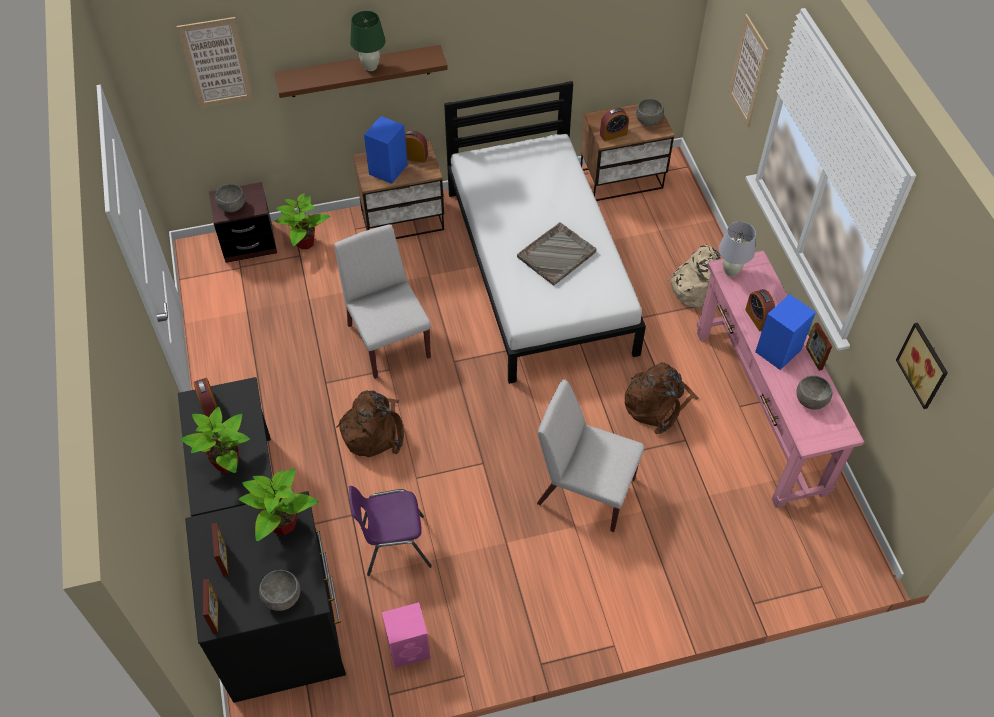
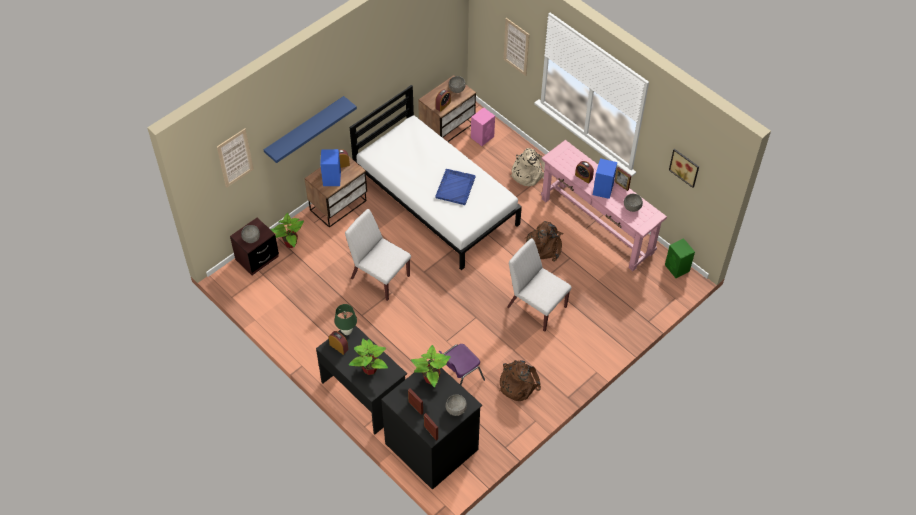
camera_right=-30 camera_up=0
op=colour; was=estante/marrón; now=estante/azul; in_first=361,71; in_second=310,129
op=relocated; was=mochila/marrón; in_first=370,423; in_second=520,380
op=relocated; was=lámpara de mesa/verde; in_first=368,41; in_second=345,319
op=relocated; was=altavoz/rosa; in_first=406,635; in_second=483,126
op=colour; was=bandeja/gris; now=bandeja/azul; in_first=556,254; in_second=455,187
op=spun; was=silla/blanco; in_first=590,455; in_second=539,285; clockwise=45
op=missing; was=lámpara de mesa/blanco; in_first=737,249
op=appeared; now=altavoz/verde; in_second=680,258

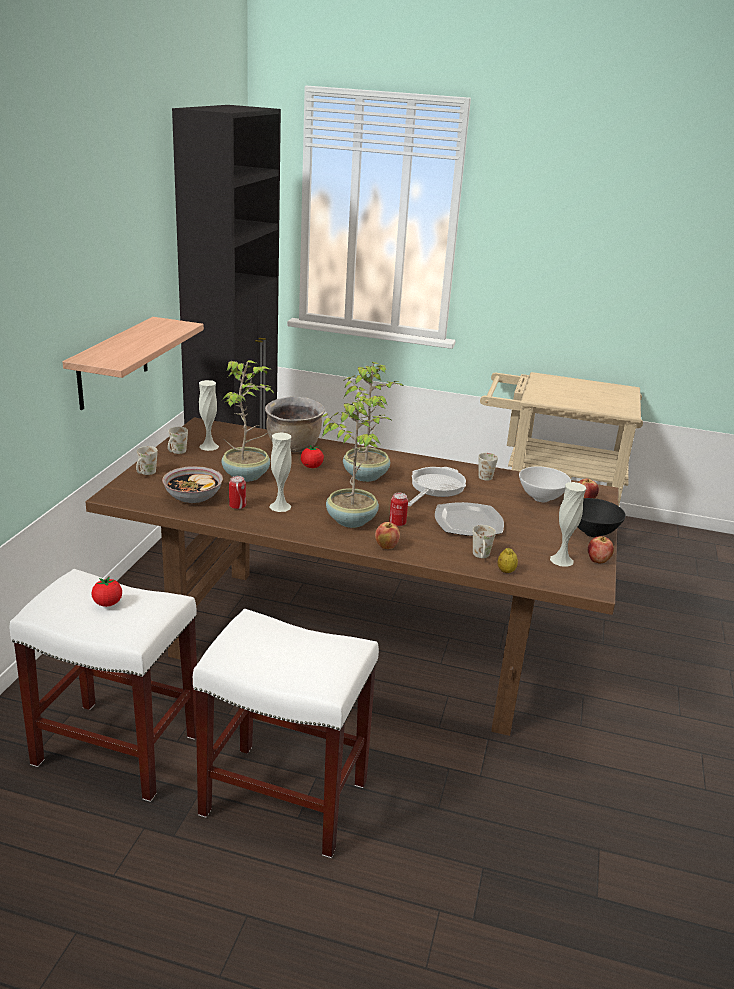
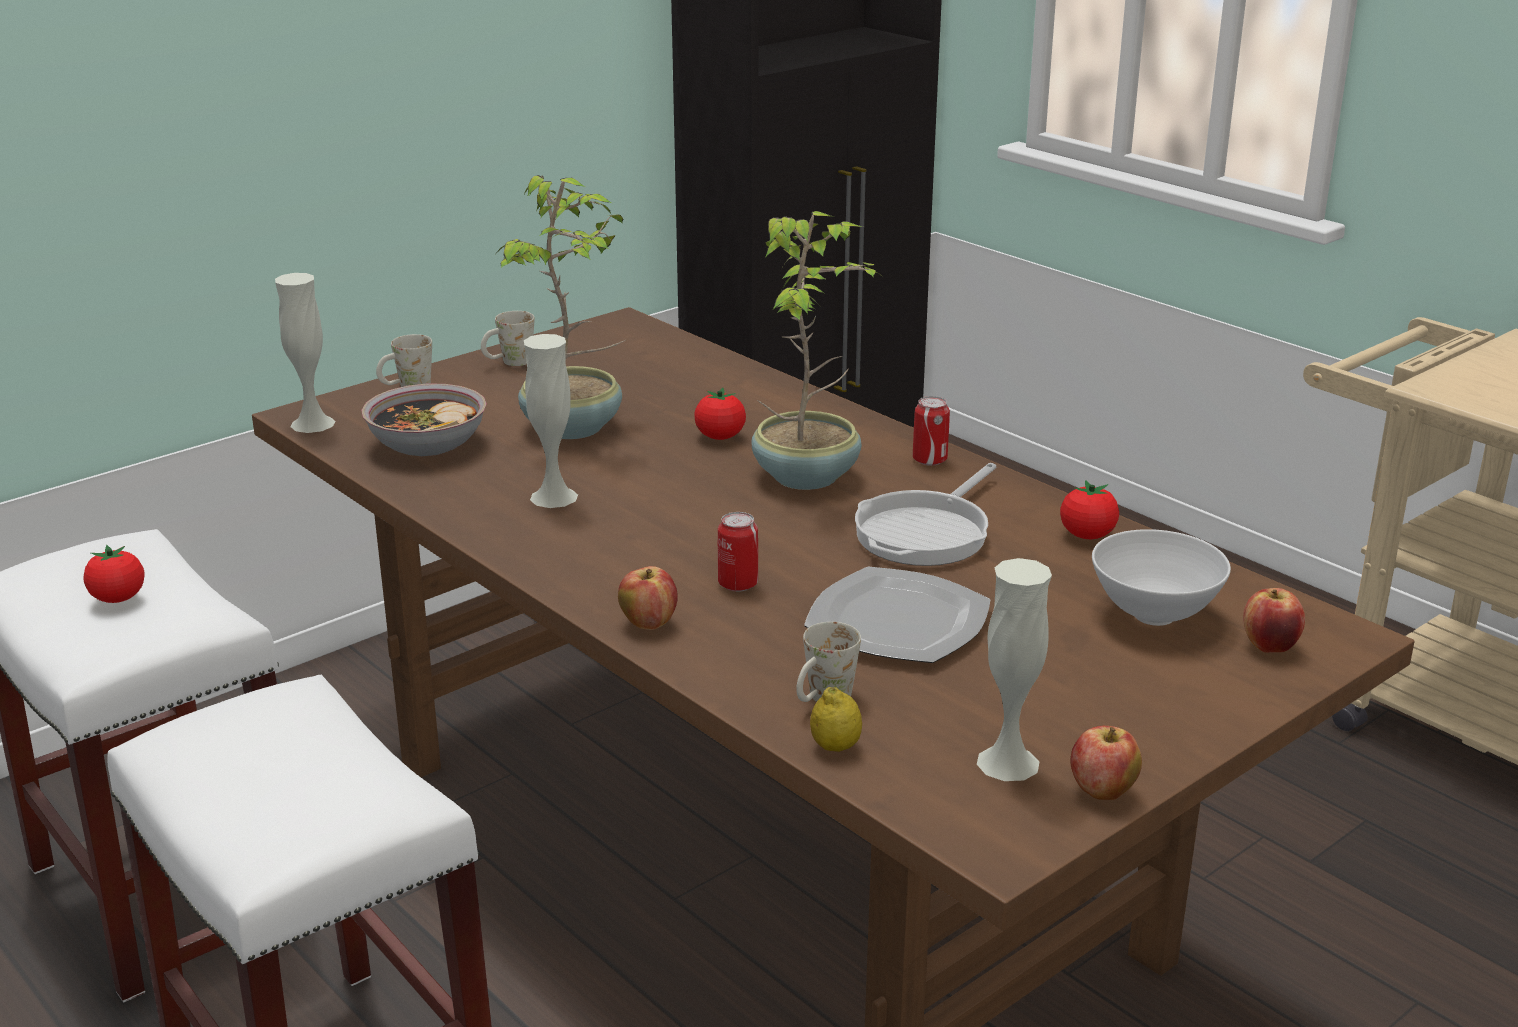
camera_right=35 camera_up=0
op=missing; was=estante; in_first=133,363
op=relocated; was=florero/blanco; in_first=209,415; in_second=305,353
op=relocated; was=lata; in_first=237,492; in_second=931,431
op=missing; was=olla/marrón; in_first=295,424
op=missing; was=planta en maceta; in_first=356,462
op=spun; was=sartén; in_first=437,486; in_second=925,514; clockwise=150
op=exchanged; was=taza grande/blanco; now=tomate; in_first=488,466; in_second=1089,509
op=missing; was=cuenco/negro; in_first=602,517

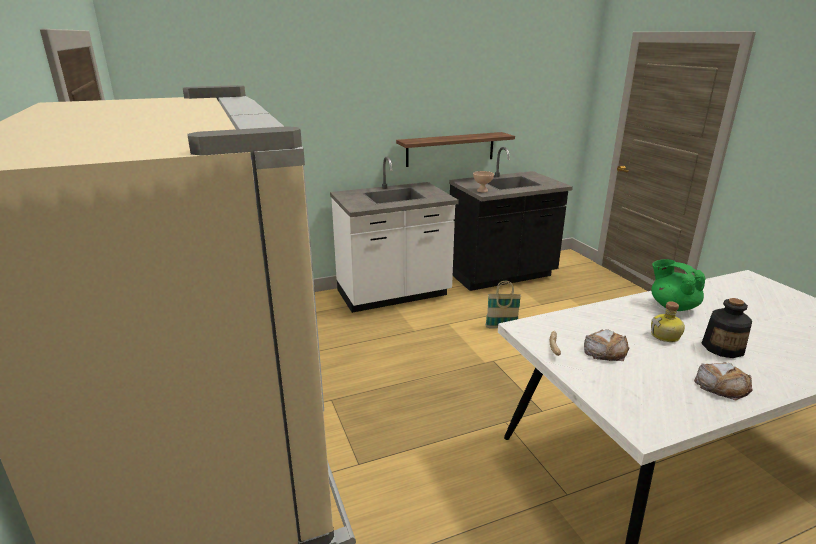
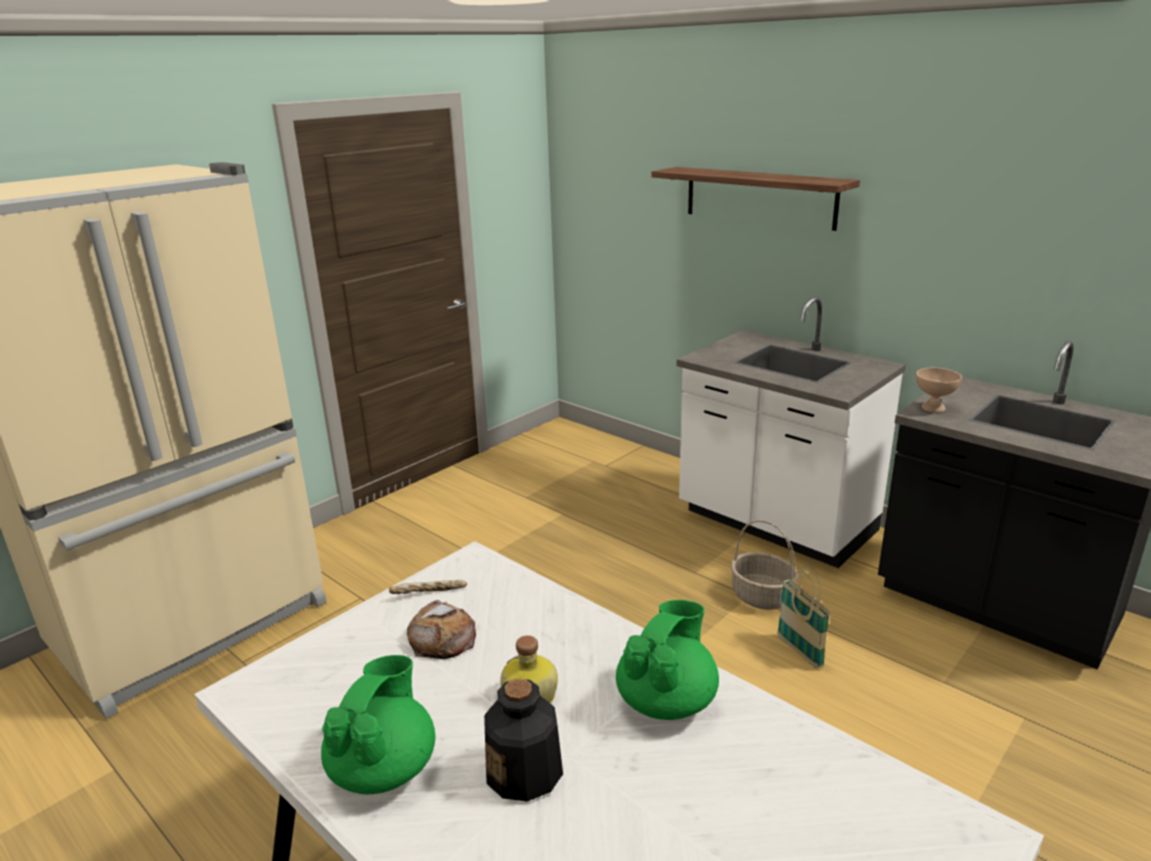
camera_right=65 camera_up=0
op=relocated; was=estante; in_first=455,149; in_second=755,199
op=exchanged; was=pan; now=tetera/verde; in_first=723,381; in_second=378,724
op=appeared; now=cesta; in_second=764,565

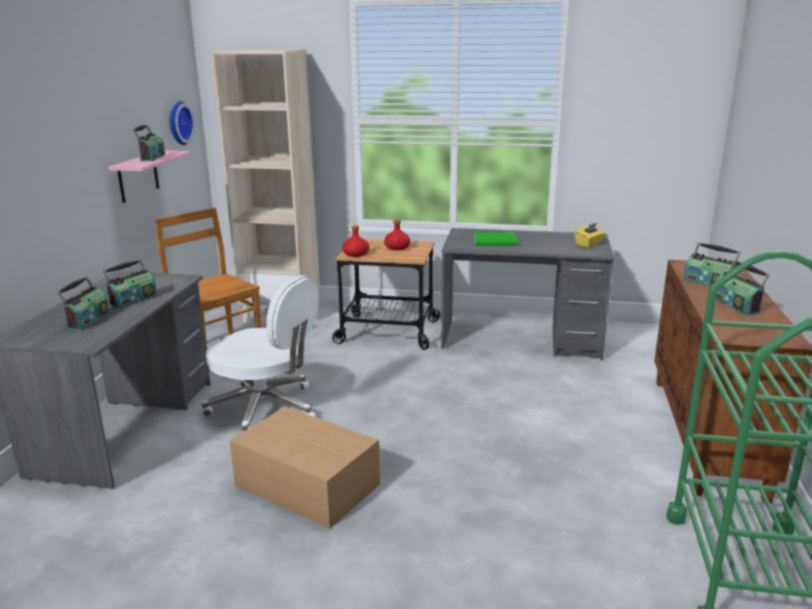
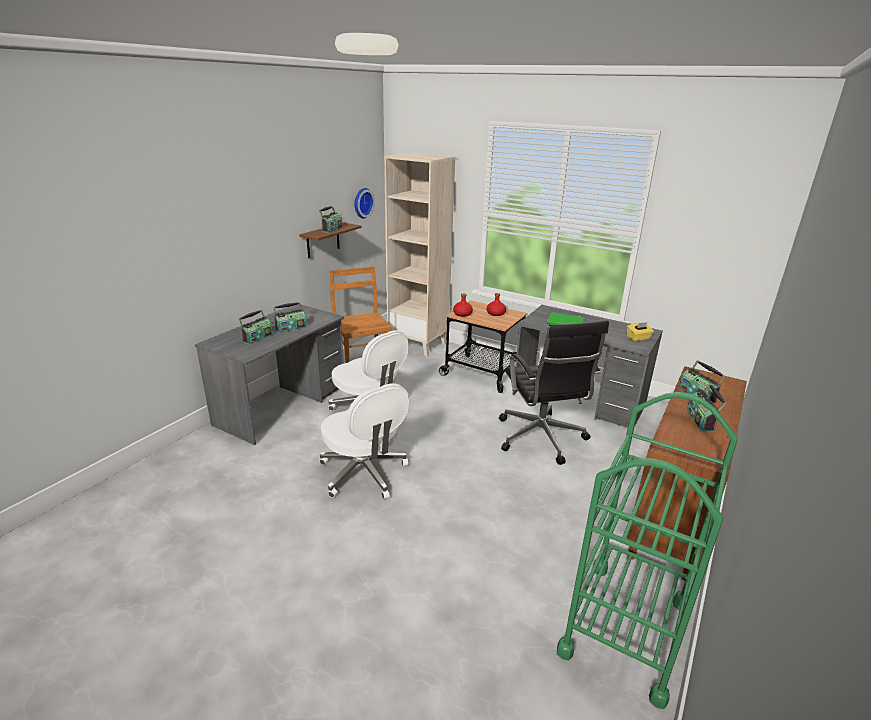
camera_right=20 camera_up=5
op=colour; was=estante/rosa; now=estante/marrón; in_first=149,177; in_second=330,240
op=exchanged; was=caja de cartón; now=silla de oficina/blanco; in_first=305,467; in_second=364,441
op=appeared; now=silla de oficina/negro; in_second=554,392

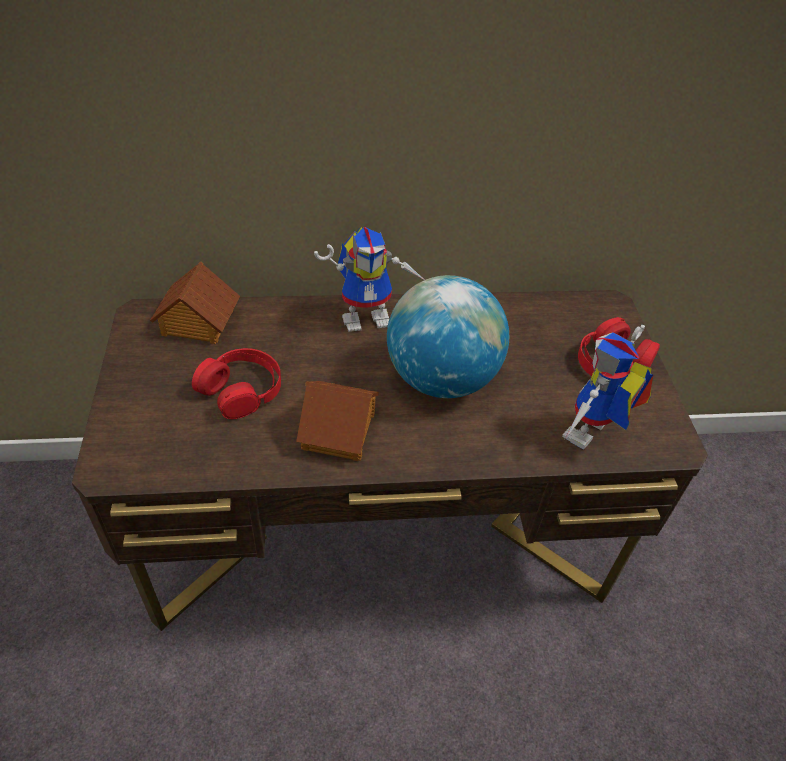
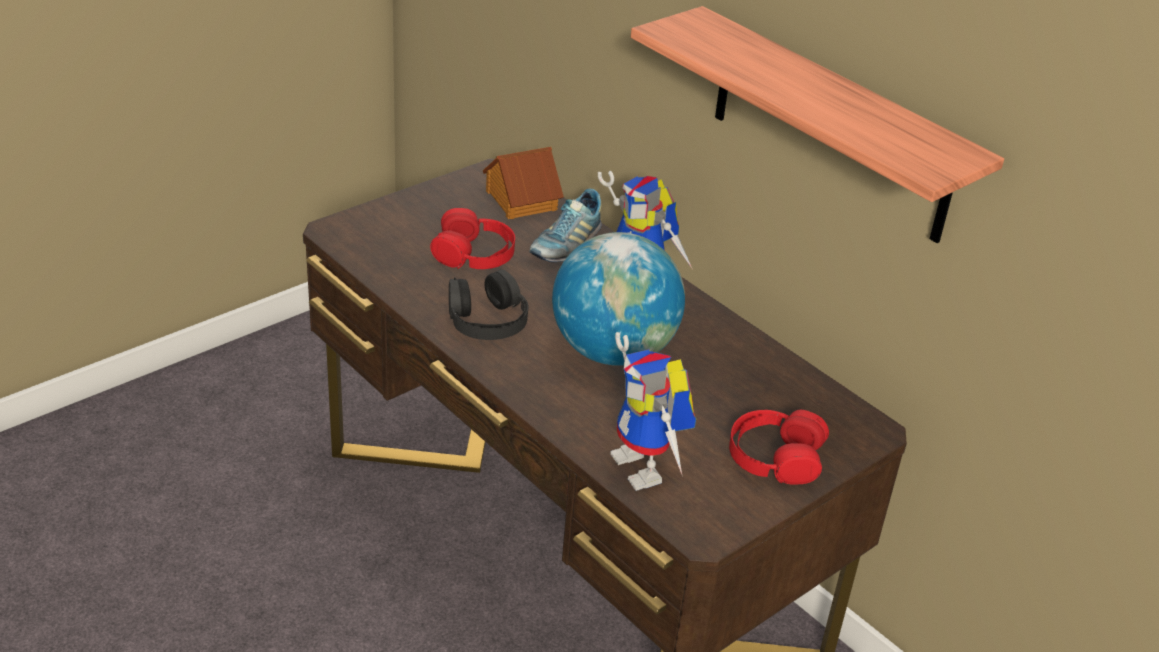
camera_right=55 camera_up=-10
op=exchanged; was=casita; now=auriculares/negro; in_first=337,421; in_second=488,304
op=spun; was=robot de juguete; in_first=608,387; in_second=653,411; clockwise=-120
op=appeared; now=zapato; in_second=565,225
op=appeared; now=estante; in_second=817,124

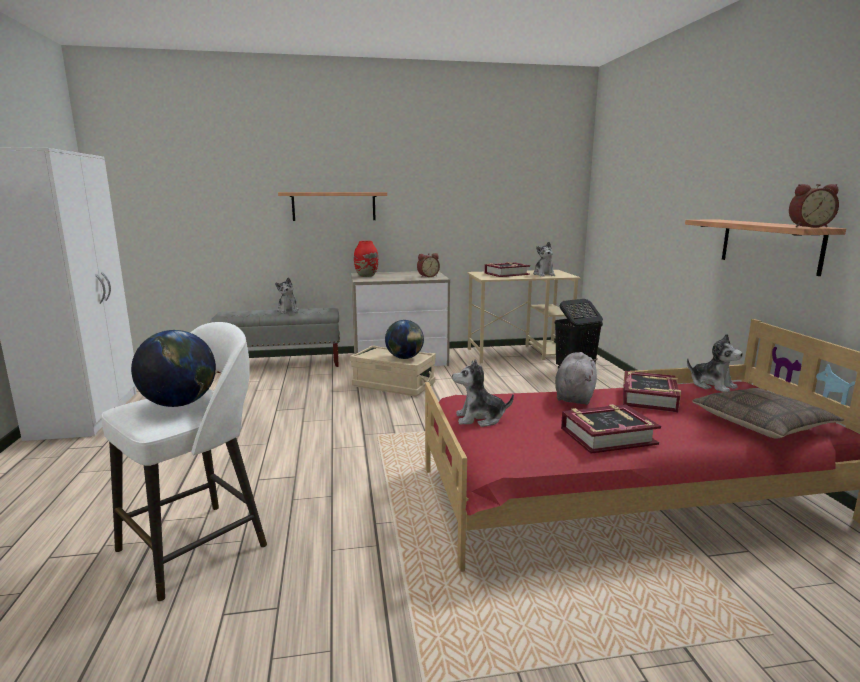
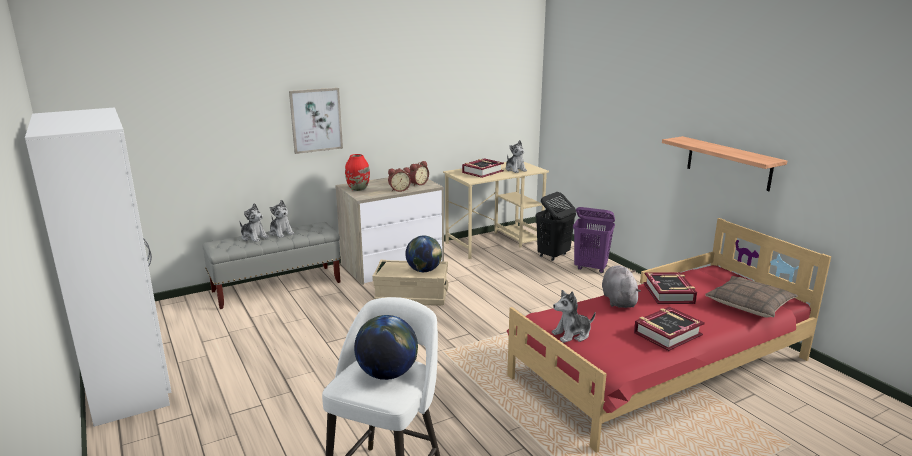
camera_right=-20 camera_up=5
op=exchanged; was=estante; now=cuadro; in_first=332,206; in_second=316,121
op=relocated; was=peluche; in_first=715,363; in_second=254,222
op=relocated; was=despertador; in_first=814,205; in_second=399,179
op=appeared; now=cesto de la ropa/morado; in_second=594,240

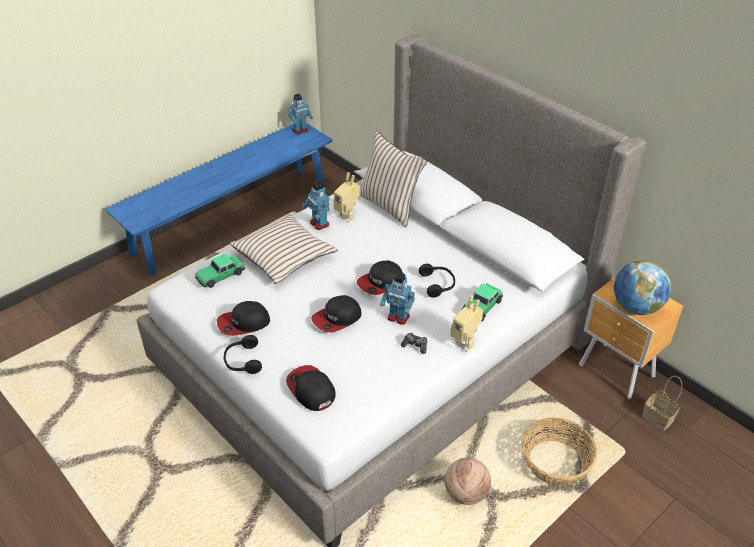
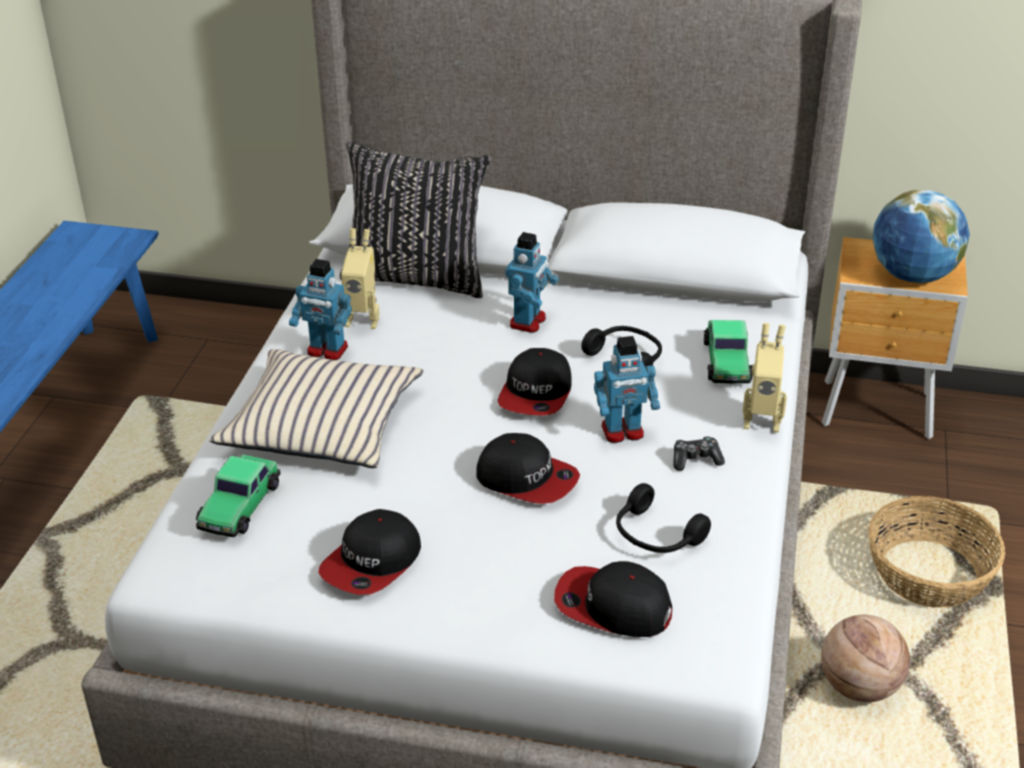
camera_right=-35 camera_up=-5
op=relocated; was=auriculares/negro; in_first=242,354; in_second=663,518
op=relocated; was=robot de juguete; in_first=300,114; in_second=532,282
op=spun; was=gorra; in_first=336,314; in_second=528,468; clockwise=-75
op=colour; was=cojín/beis; now=cojín/negro; in_first=393,179; in_second=416,220
op=missing; was=cesta; in_first=662,403

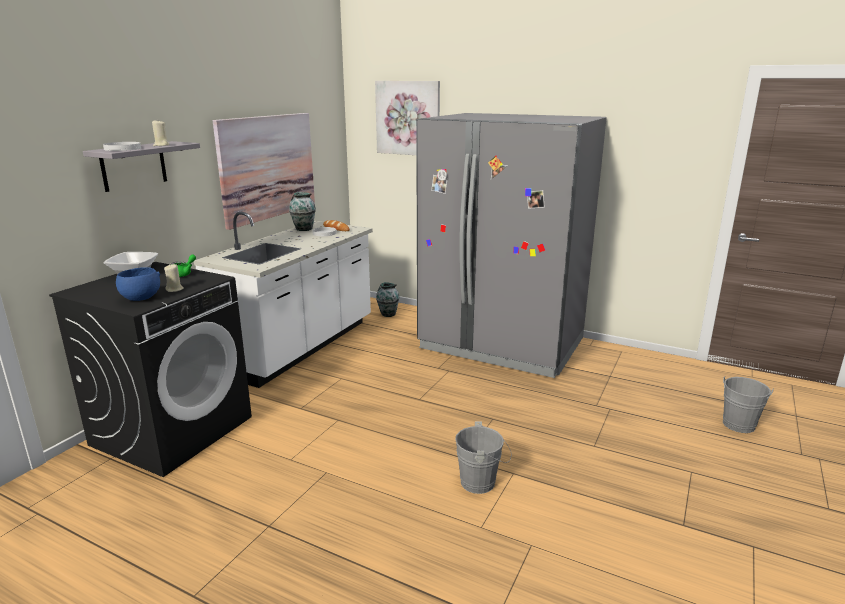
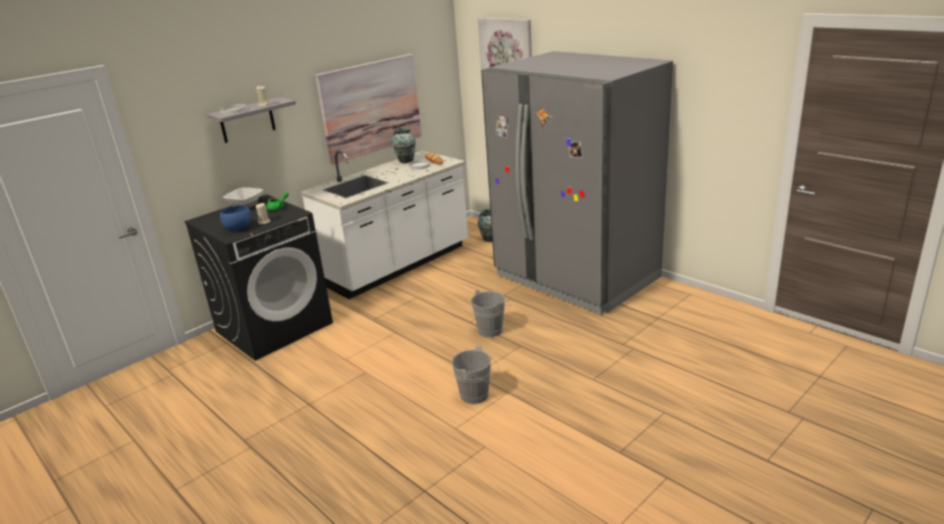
camera_right=20 camera_up=5
op=relocated; was=cubo/gris; in_first=748,404; in_second=491,313

